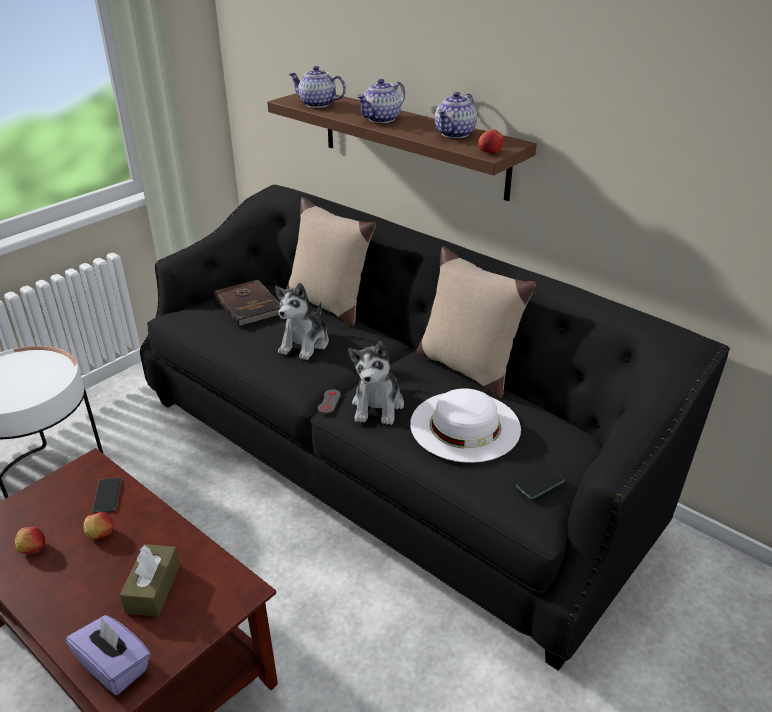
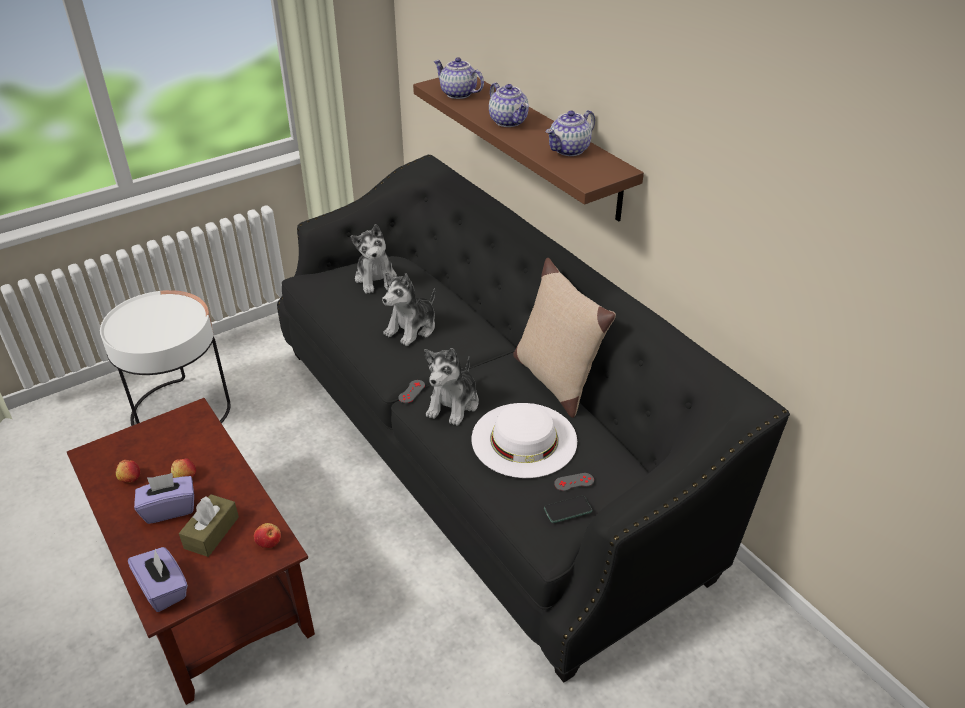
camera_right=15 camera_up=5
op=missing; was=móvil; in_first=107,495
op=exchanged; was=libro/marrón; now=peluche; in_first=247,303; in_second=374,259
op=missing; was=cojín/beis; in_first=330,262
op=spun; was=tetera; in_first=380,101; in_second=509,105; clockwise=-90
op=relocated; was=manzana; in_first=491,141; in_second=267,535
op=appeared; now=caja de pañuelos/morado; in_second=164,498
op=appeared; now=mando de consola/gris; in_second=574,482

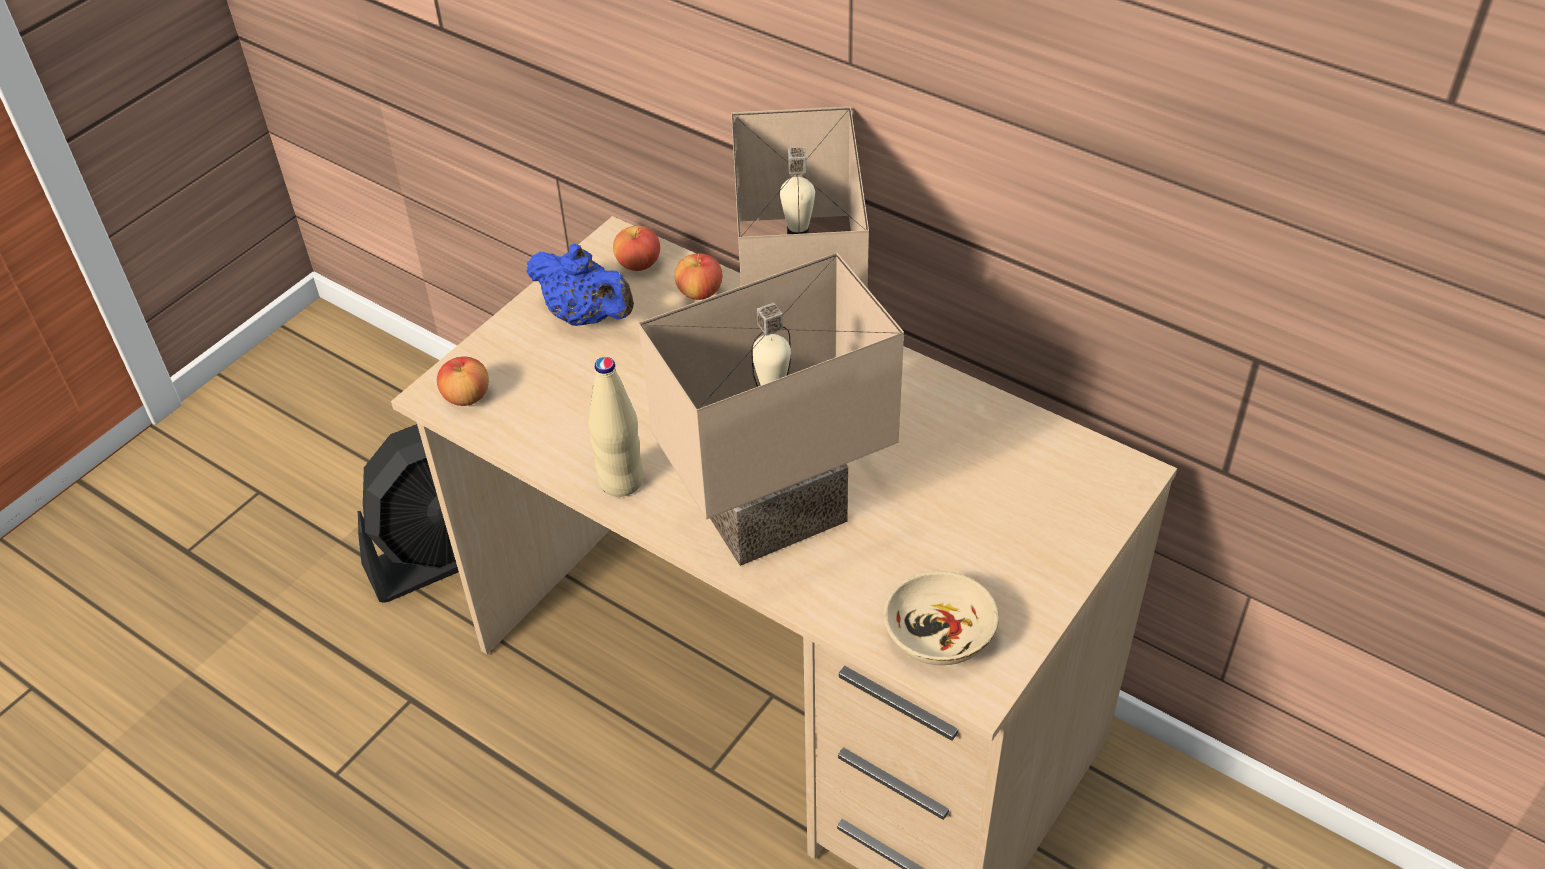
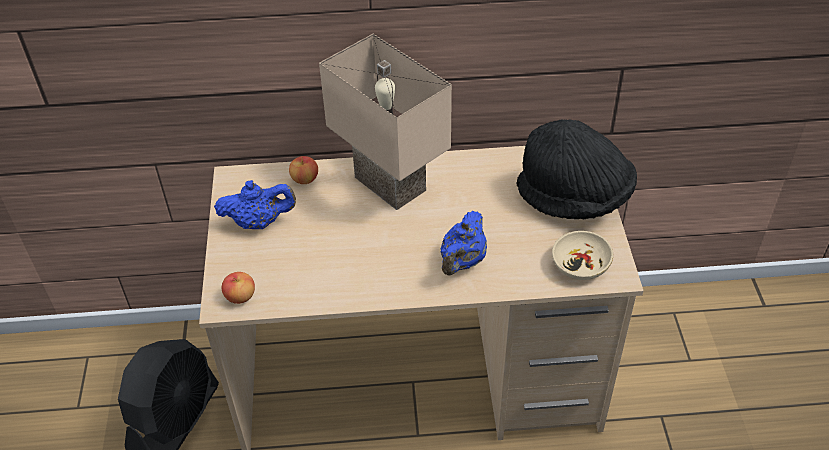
camera_right=-40 camera_up=0
op=missing; was=botella/beis; in_first=616,427
op=missing; was=manzana; in_first=636,248
op=exchanged; was=lámpara de mesa/beis; now=tetera/azul; in_first=771,409; in_second=463,243
op=appeared; now=sombrero/negro; in_second=576,169

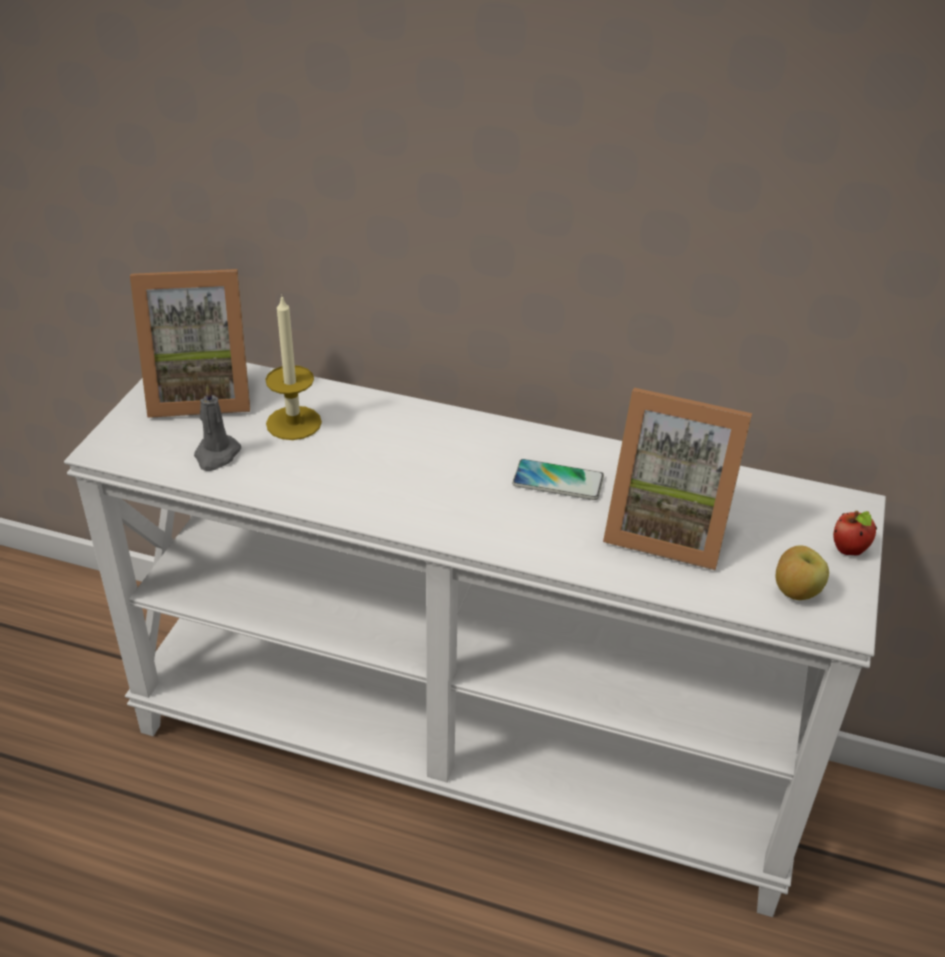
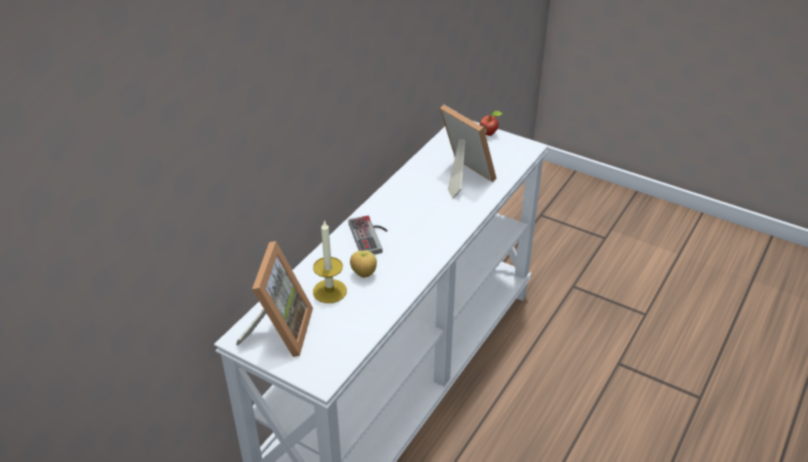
camera_right=-75 camera_up=0
op=missing; was=vela/gris; in_first=217,428
op=missing; was=móvil; in_first=558,479
op=spun; was=portarretratos; in_first=677,479; in_second=468,151; clockwise=-75
op=relocated; was=manzana; in_first=802,572; in_second=363,264
op=appeared; now=mando de consola; in_second=368,235

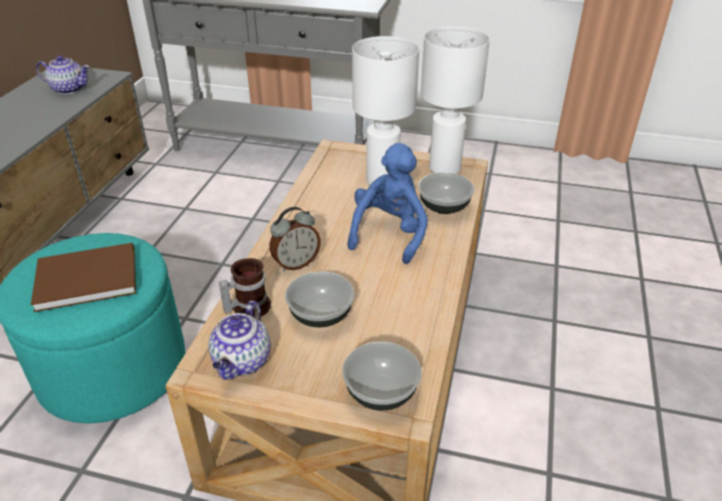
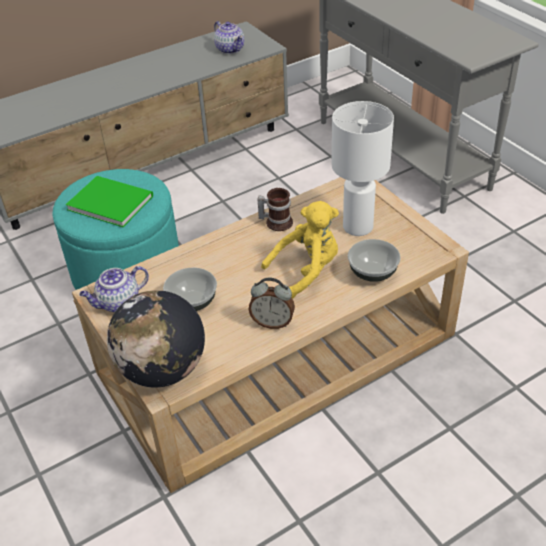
camera_right=45 camera_up=5
op=colour; was=libro/marrón; now=libro/verde; in_first=83,277; in_second=109,201
op=relocated; was=taza grande; in_first=245,287; in_second=275,209
op=relocated; was=despertador; in_first=295,239; in_second=272,303
op=exchanged; was=cuenco; now=globo terráqueo; in_first=382,376; in_second=156,339
op=colour; was=peluche/azul; now=peluche/amarillo; in_first=387,203; in_second=300,250
op=missing; was=lámpara de mesa/blanco; in_first=455,100

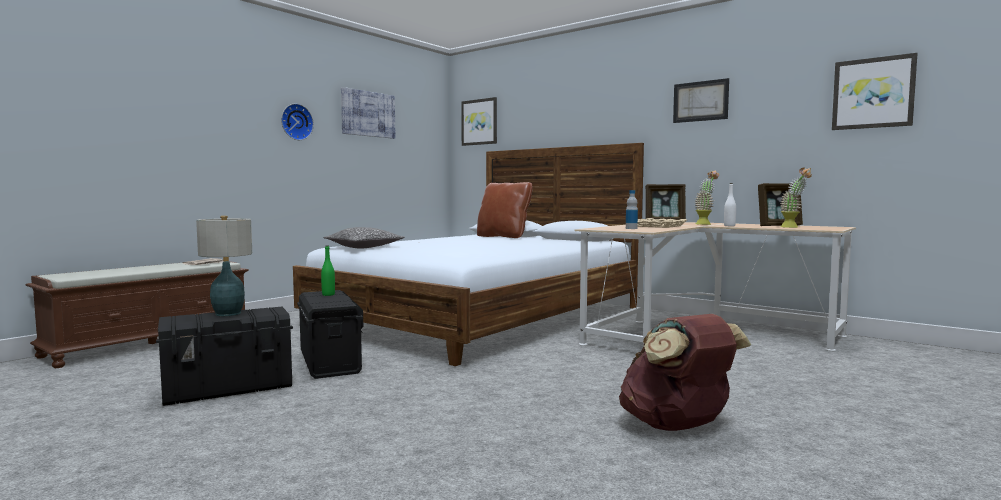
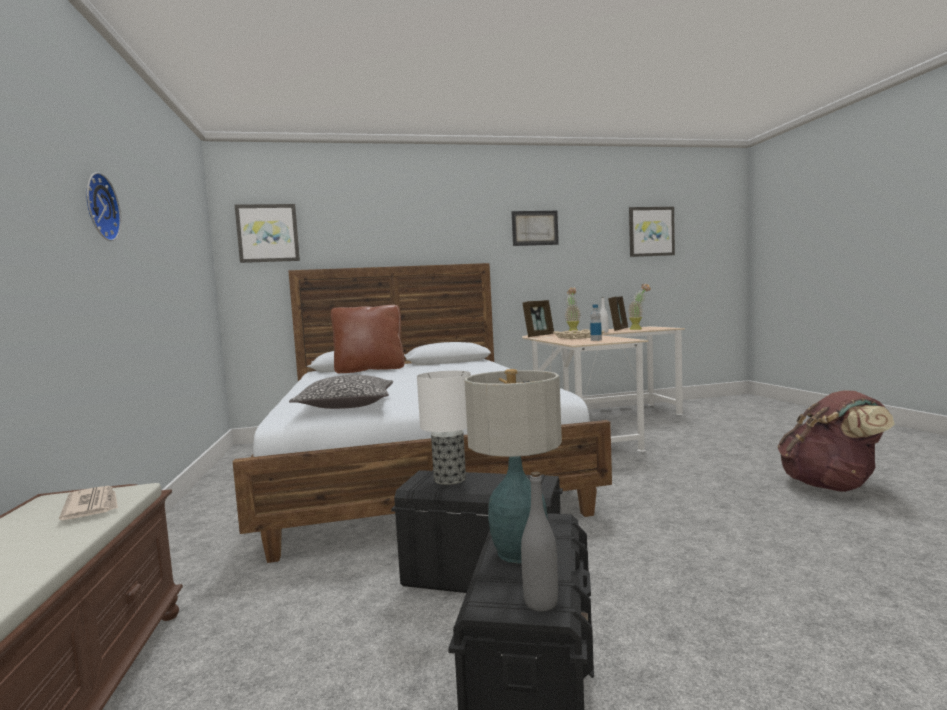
camera_right=-50 camera_up=0
op=exchanged; was=botella/verde; now=lámpara de mesa; in_first=328,270; in_second=444,428
op=missing; was=cuadro; in_first=368,113
op=appeared; now=botella/gris; in_second=539,541

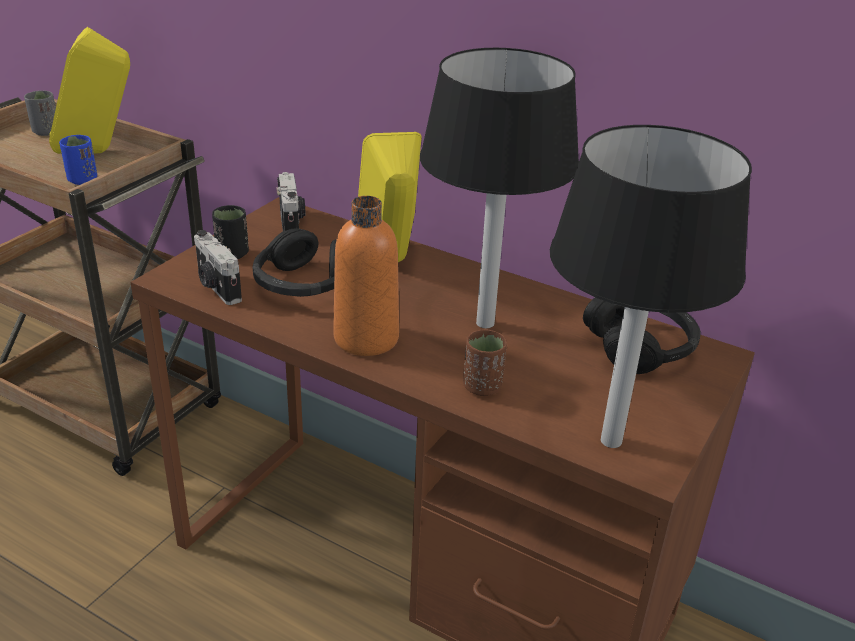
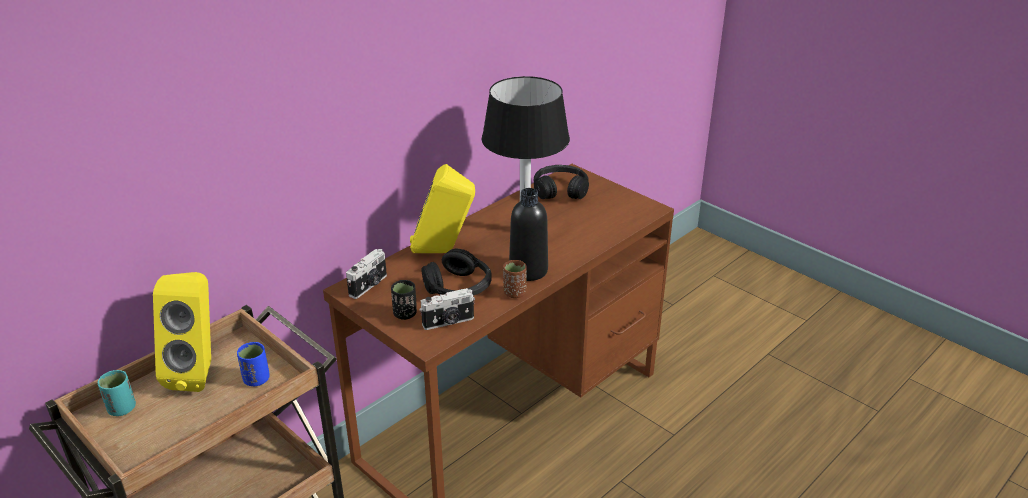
camera_right=-75 camera_up=0
op=colour; was=taza/gris; now=taza/turquesa; in_first=40,113; in_second=116,393
op=spun; was=cámara; in_first=291,201; in_second=366,274; clockwise=120
op=colour; was=botella/naranja; now=botella/negro; in_first=366,276; in_second=528,234
op=relocated; was=taza/marrón; in_first=485,362; in_second=515,279
op=missing; was=lámpara de mesa/negro; in_first=651,286

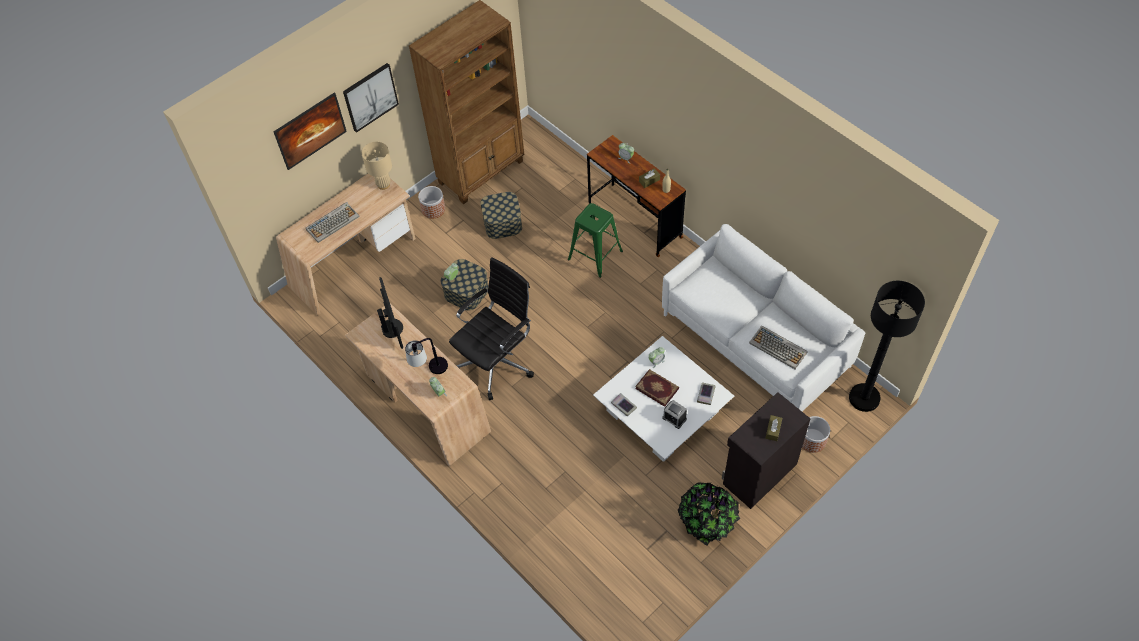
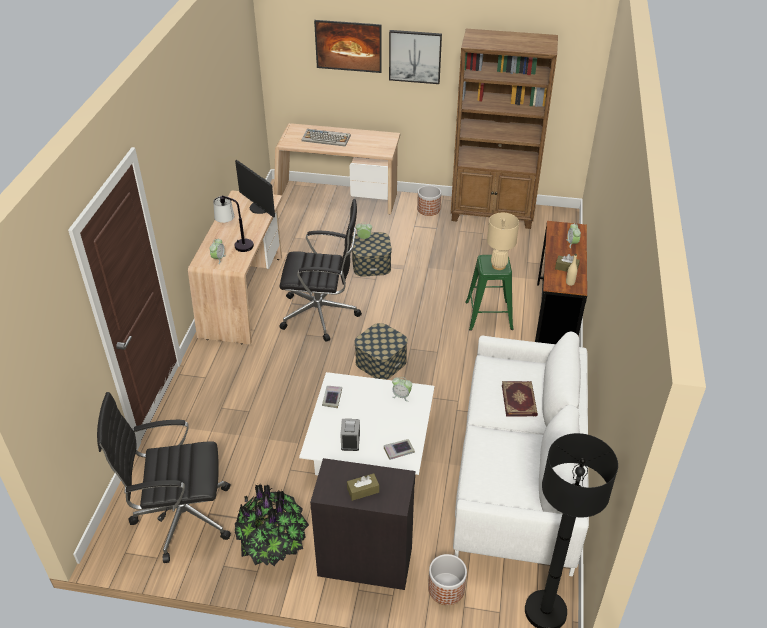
camera_right=50 camera_up=-15
op=relocated; was=lámpara de mesa/beis; in_first=376,166; in_second=503,241
op=spun; was=monitor; in_first=390,313; in_second=255,188; clockwise=105
op=relocated; was=caja de almacenaje; in_first=501,215; in_second=381,351
op=relocated; was=libro; in_first=657,388; in_second=520,399
op=missing; was=teclado; in_first=778,347
op=appeared; now=silla de oficina/negro; in_second=164,477

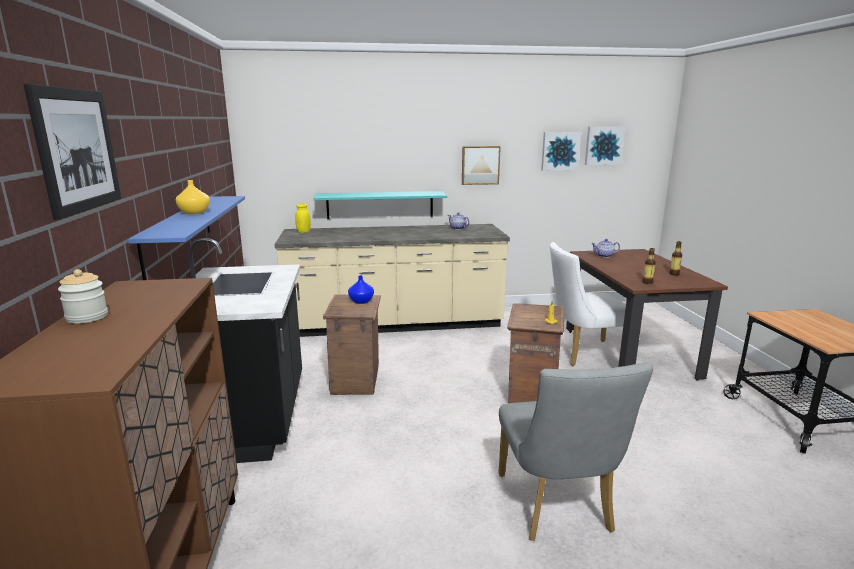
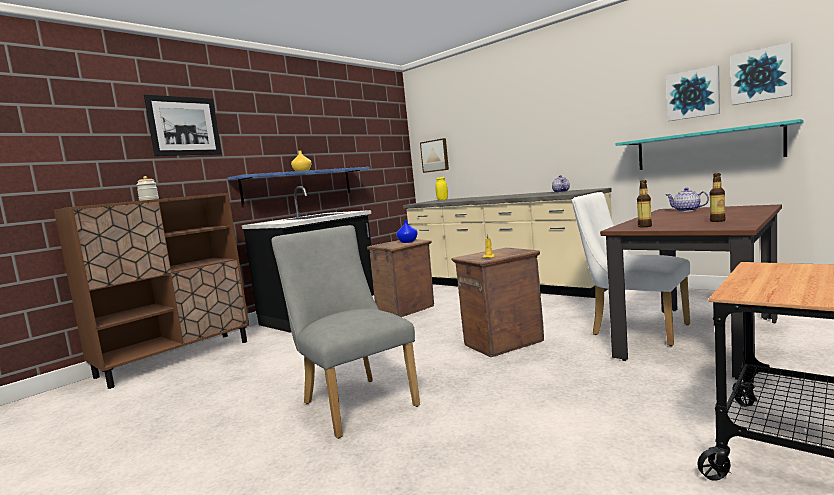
camera_right=50 camera_up=-10
op=relocated; was=estante/turquesa; in_first=380,205; in_second=710,144
op=relocated; was=cuadro; in_first=481,165; in_second=434,155
op=spun; was=silla/gris; in_first=575,451; in_second=345,332; clockwise=105

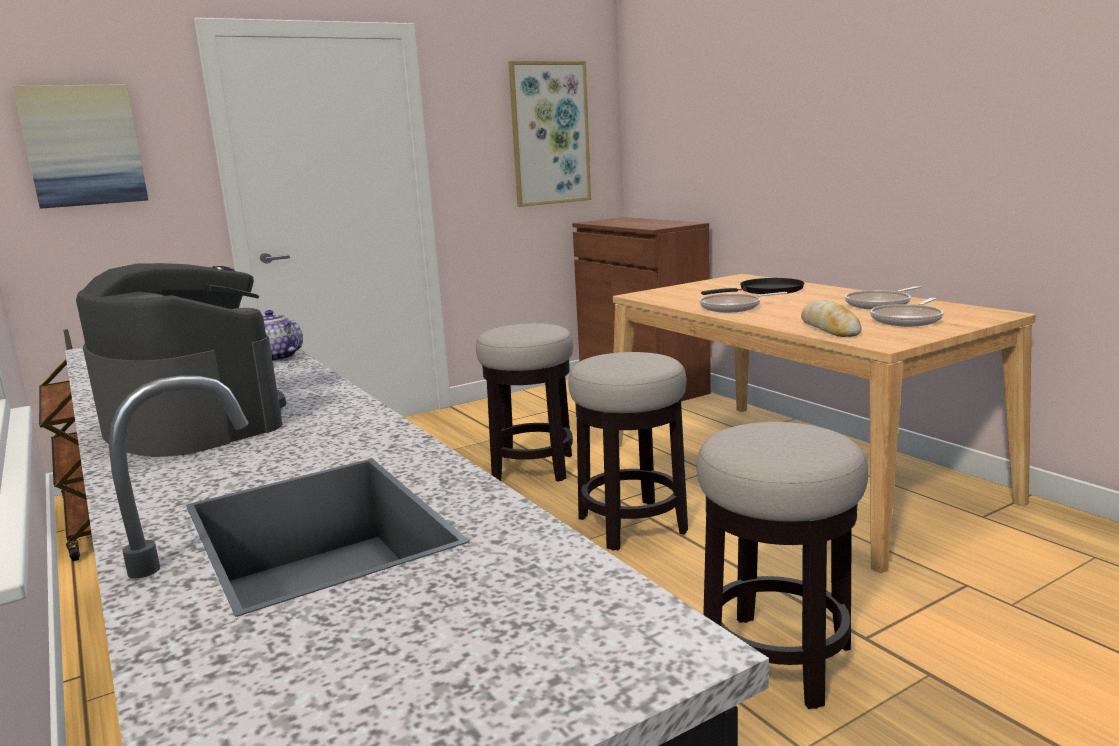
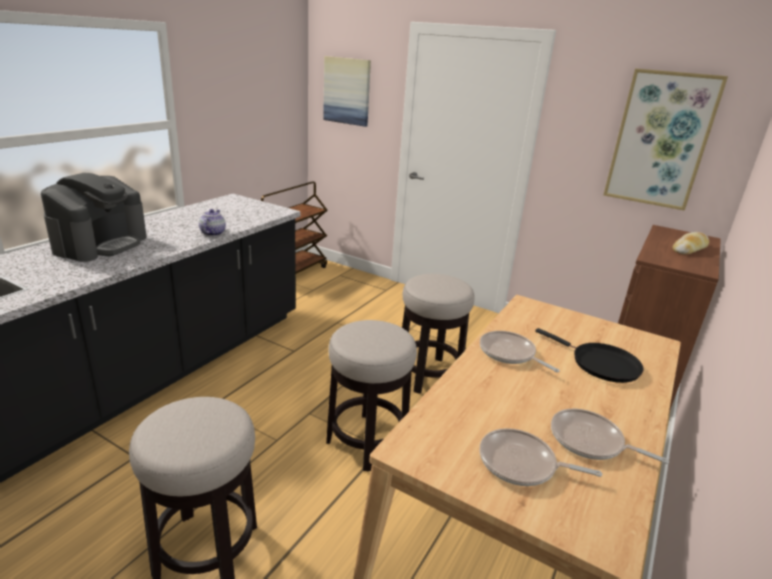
camera_right=60 camera_up=10
op=relocated; was=pan; in_first=831,318; in_second=690,243

